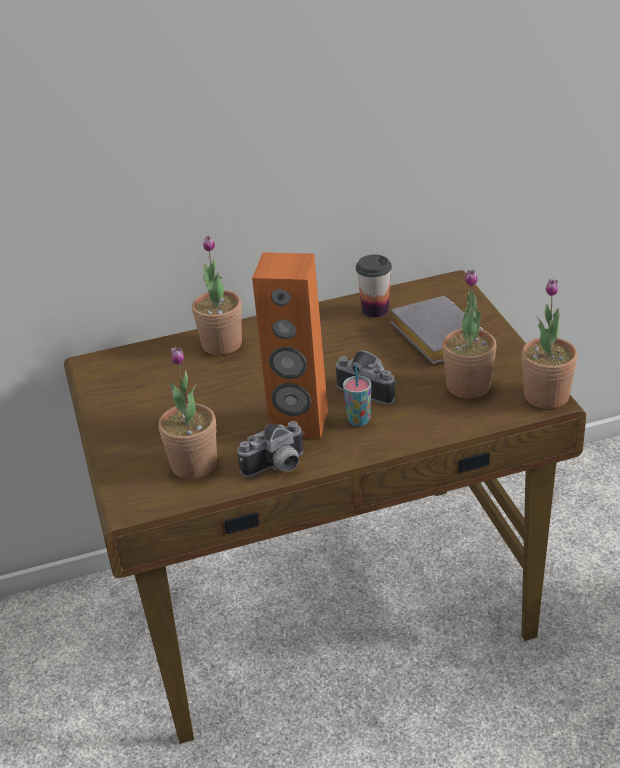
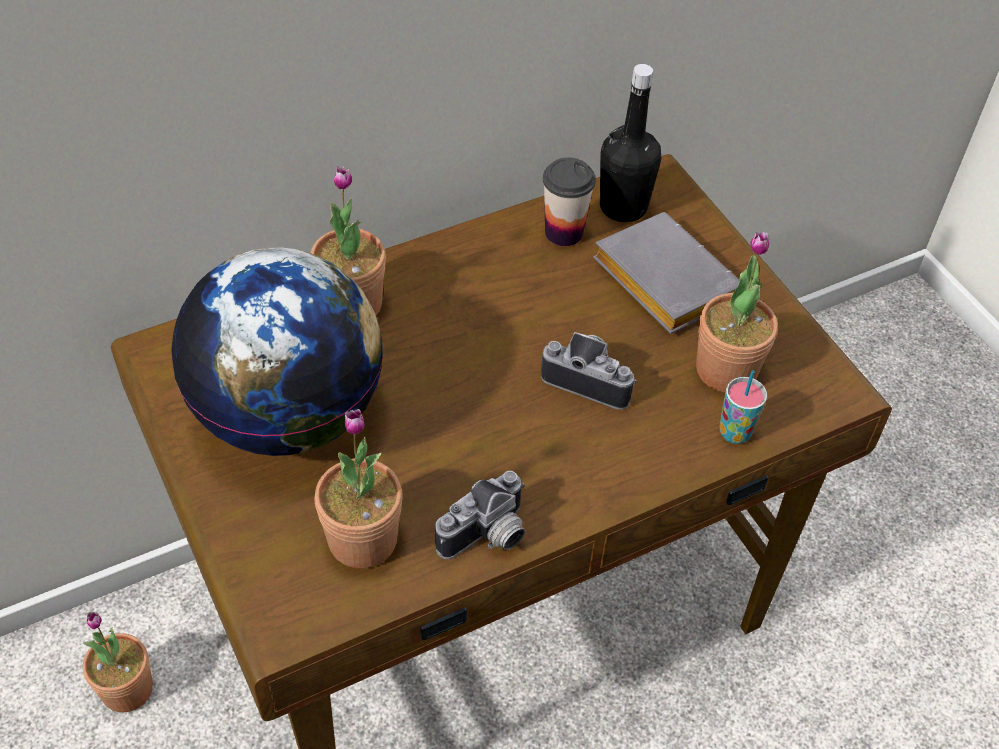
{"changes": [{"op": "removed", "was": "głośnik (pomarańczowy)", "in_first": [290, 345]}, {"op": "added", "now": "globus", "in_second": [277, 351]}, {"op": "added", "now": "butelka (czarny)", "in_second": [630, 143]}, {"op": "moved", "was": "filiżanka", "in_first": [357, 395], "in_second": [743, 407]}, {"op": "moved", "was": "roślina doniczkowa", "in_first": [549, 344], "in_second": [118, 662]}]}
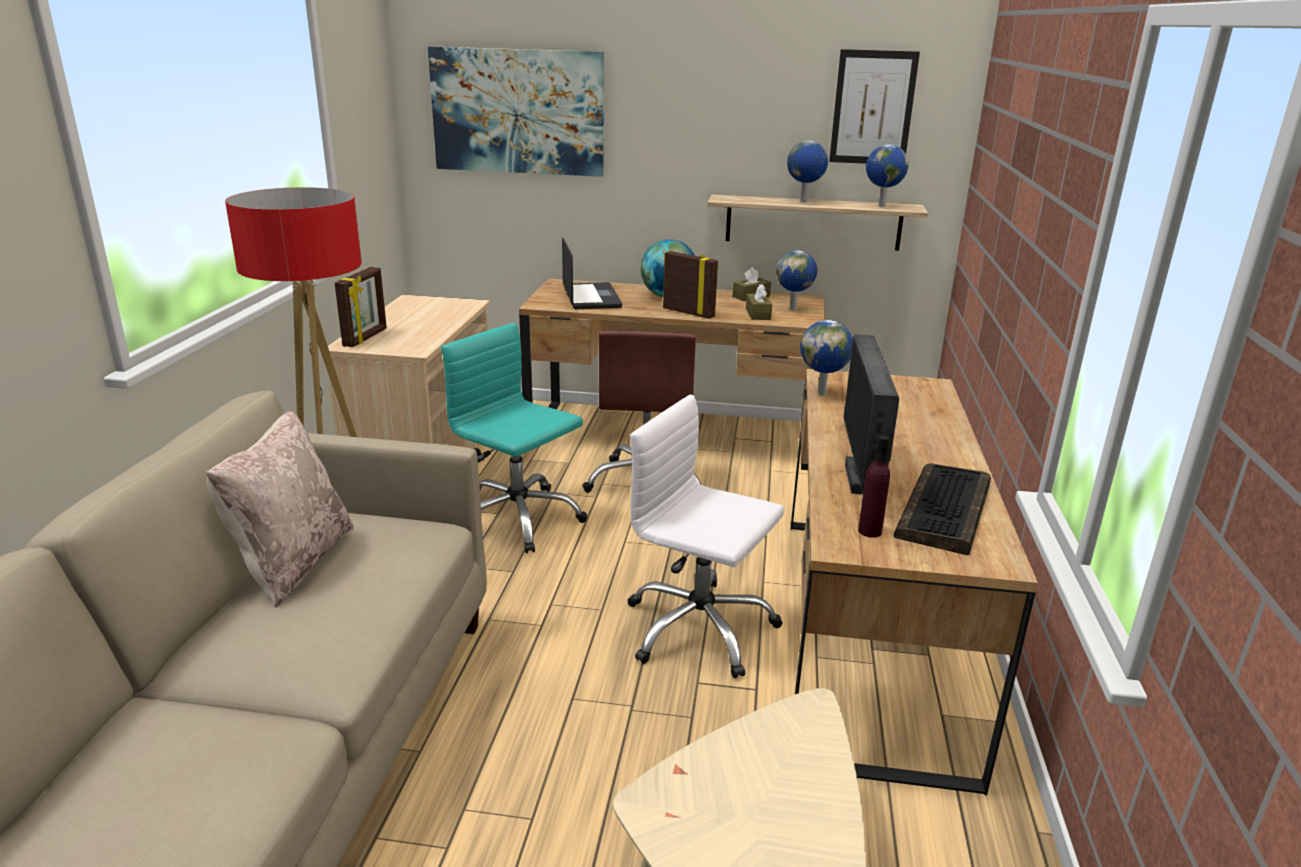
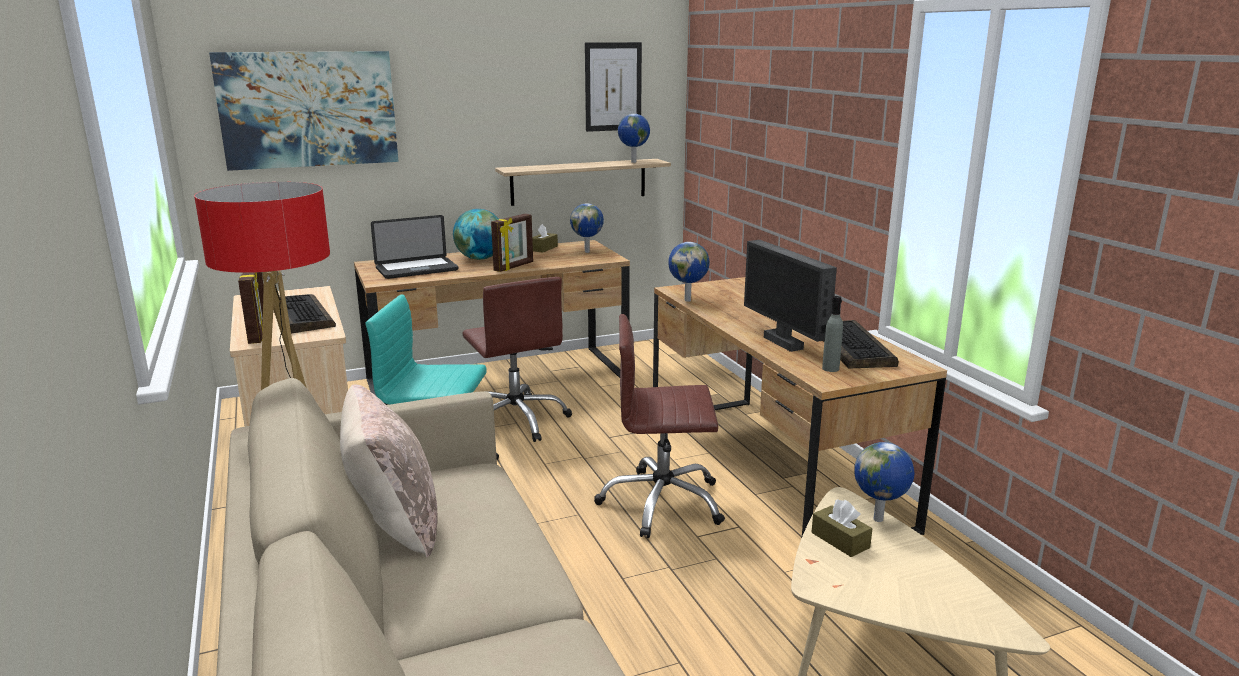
{"changes": [{"op": "added", "now": "klawiatura", "in_second": [308, 314]}, {"op": "moved", "was": "pudełko chusteczek (brązowy)", "in_first": [759, 302], "in_second": [841, 528]}, {"op": "moved", "was": "globus", "in_first": [807, 171], "in_second": [884, 482]}, {"op": "recoloured", "was": "krzesło biurowe (biały)", "now": "krzesło biurowe (brązowy)", "in_first": [705, 536], "in_second": [659, 426]}, {"op": "recoloured", "was": "butelka (fioletowy)", "now": "butelka (szary)", "in_first": [874, 486], "in_second": [832, 334]}, {"op": "turned", "was": "laptop", "in_first": [592, 273], "in_second": [414, 247], "clockwise": 105}, {"op": "turned", "was": "ramka na zdjęcie", "in_first": [691, 285], "in_second": [512, 243], "clockwise": 120}]}
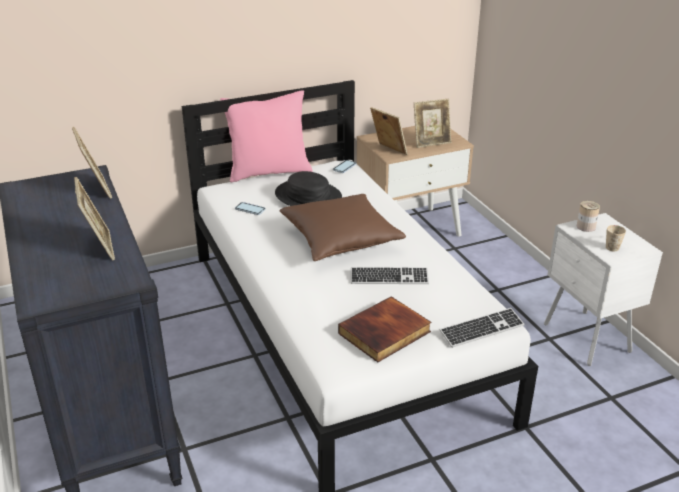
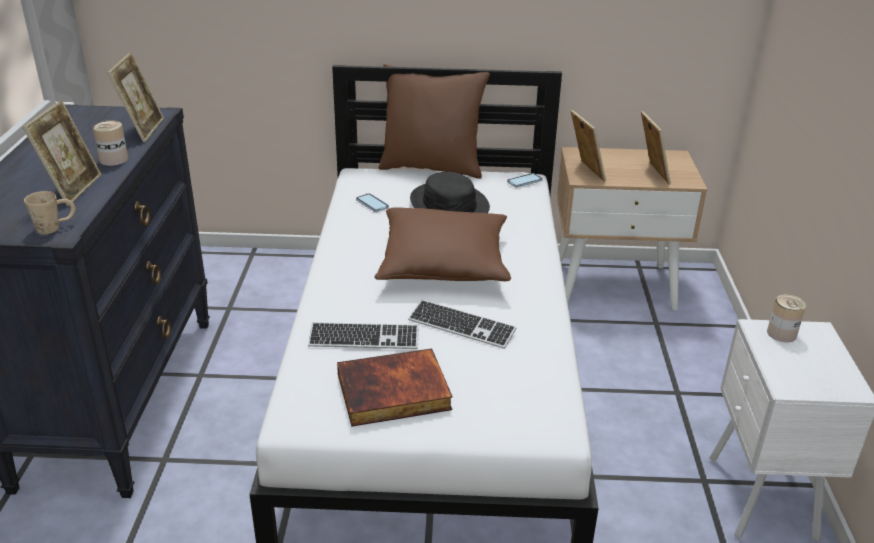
{"changes": [{"op": "added", "now": "puszka", "in_second": [110, 143]}, {"op": "moved", "was": "klawiatura", "in_first": [482, 328], "in_second": [363, 335]}, {"op": "moved", "was": "kubek (beżowy)", "in_first": [616, 238], "in_second": [50, 212]}, {"op": "recoloured", "was": "poduszka (różowy)", "now": "poduszka (brązowy)", "in_first": [266, 136], "in_second": [434, 121]}, {"op": "turned", "was": "ramka na zdjęcie", "in_first": [432, 123], "in_second": [656, 148], "clockwise": -105}]}
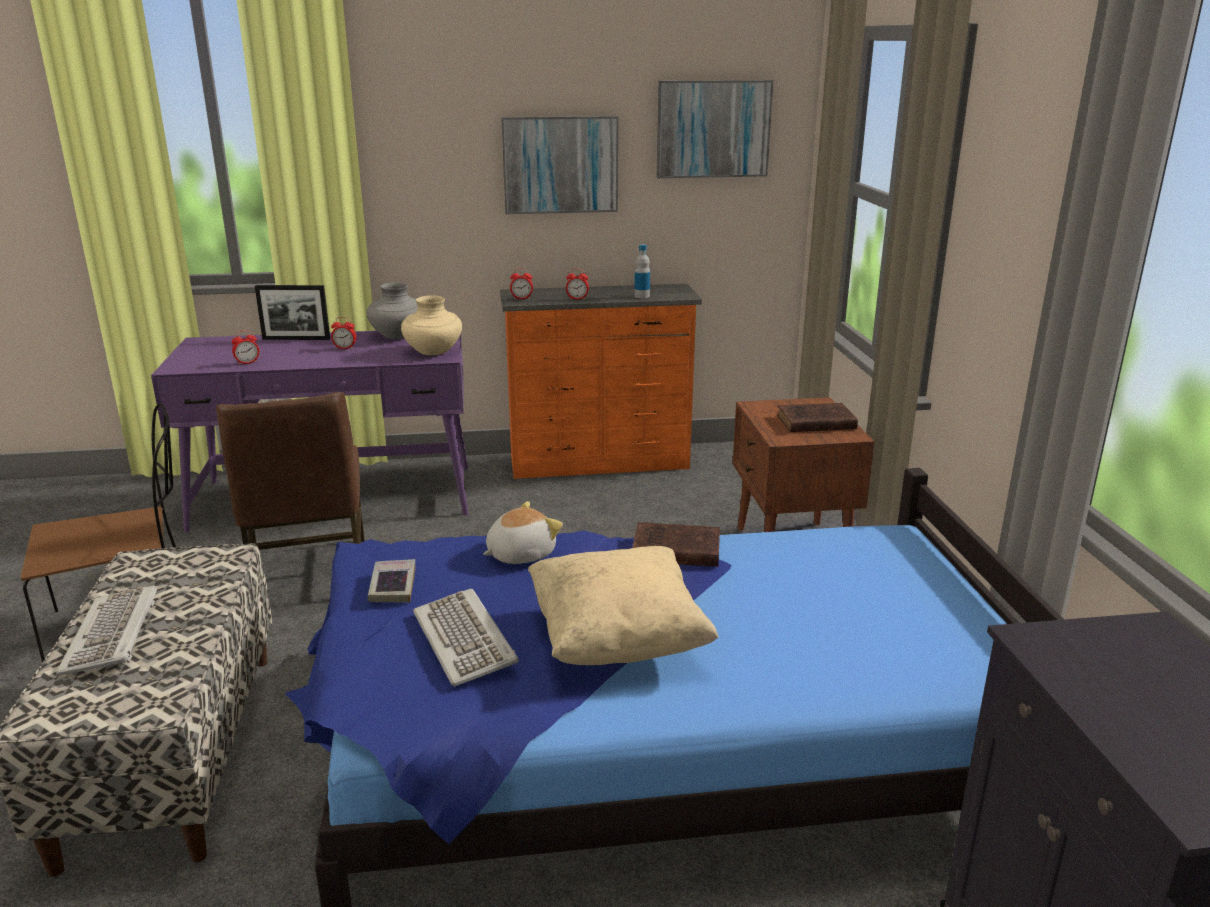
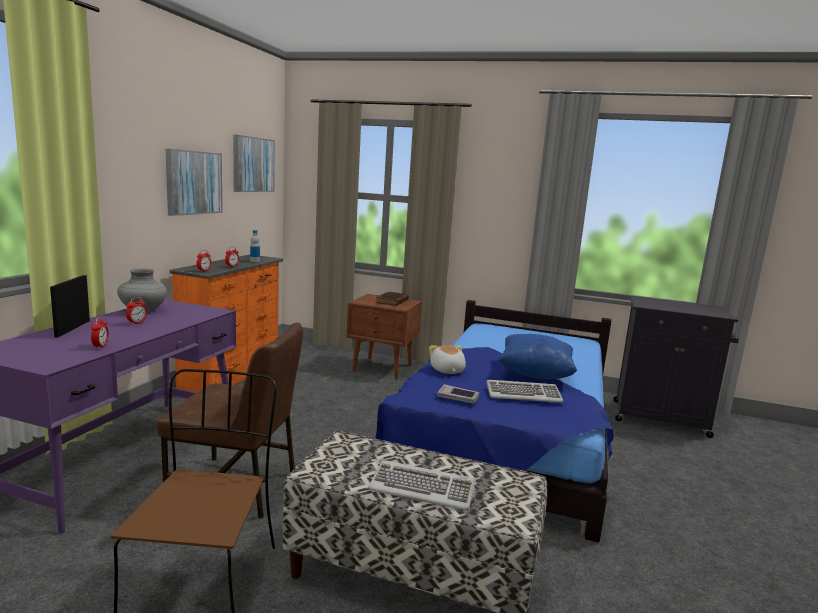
{"changes": [{"op": "removed", "was": "wazon (beżowy)", "in_first": [431, 325]}, {"op": "removed", "was": "książka (brązowy)", "in_first": [676, 544]}, {"op": "recoloured", "was": "poduszka (beżowy)", "now": "poduszka (niebieski)", "in_first": [623, 605], "in_second": [537, 356]}, {"op": "turned", "was": "ramka na zdjęcie", "in_first": [292, 312], "in_second": [70, 306], "clockwise": 150}]}
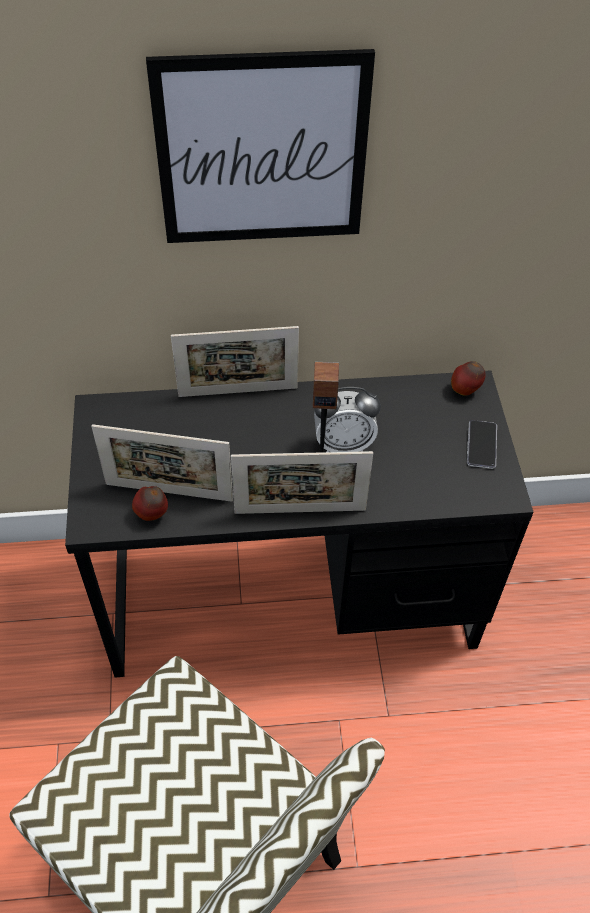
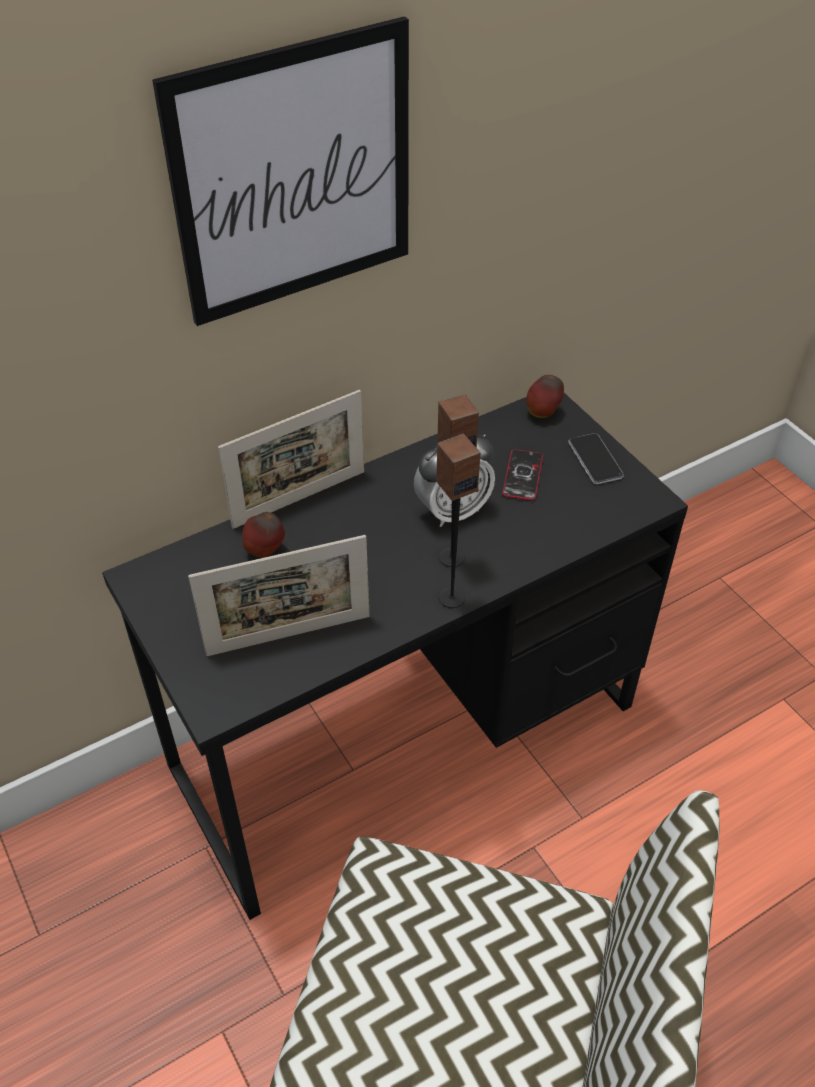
{"changes": [{"op": "added", "now": "telefon", "in_second": [522, 475]}, {"op": "moved", "was": "jabłko", "in_first": [150, 503], "in_second": [263, 534]}, {"op": "replaced", "was": "ramka na zdjęcie", "now": "głośnik", "in_first": [302, 482], "in_second": [458, 520]}]}
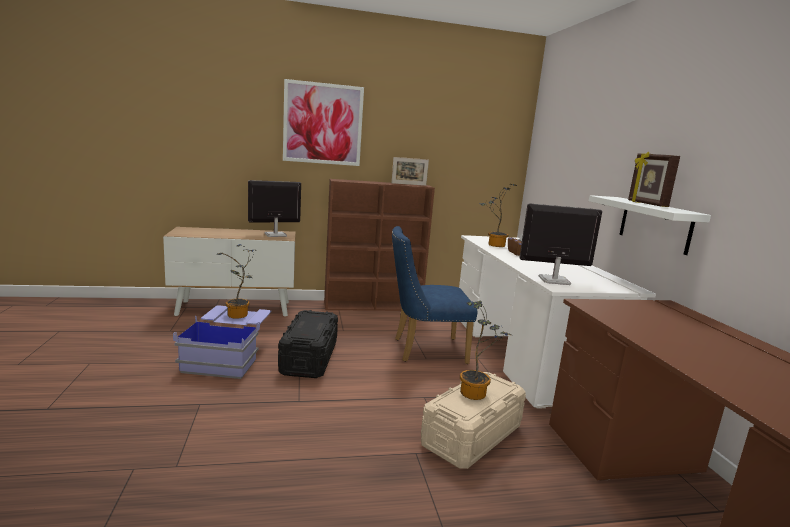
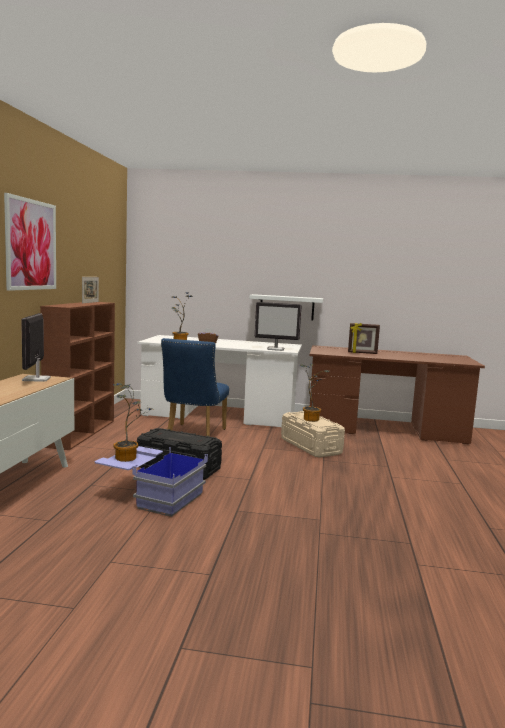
{"changes": [{"op": "moved", "was": "ramka na zdjęcie", "in_first": [654, 179], "in_second": [364, 338]}, {"op": "turned", "was": "monitor", "in_first": [560, 244], "in_second": [278, 326], "clockwise": -105}]}
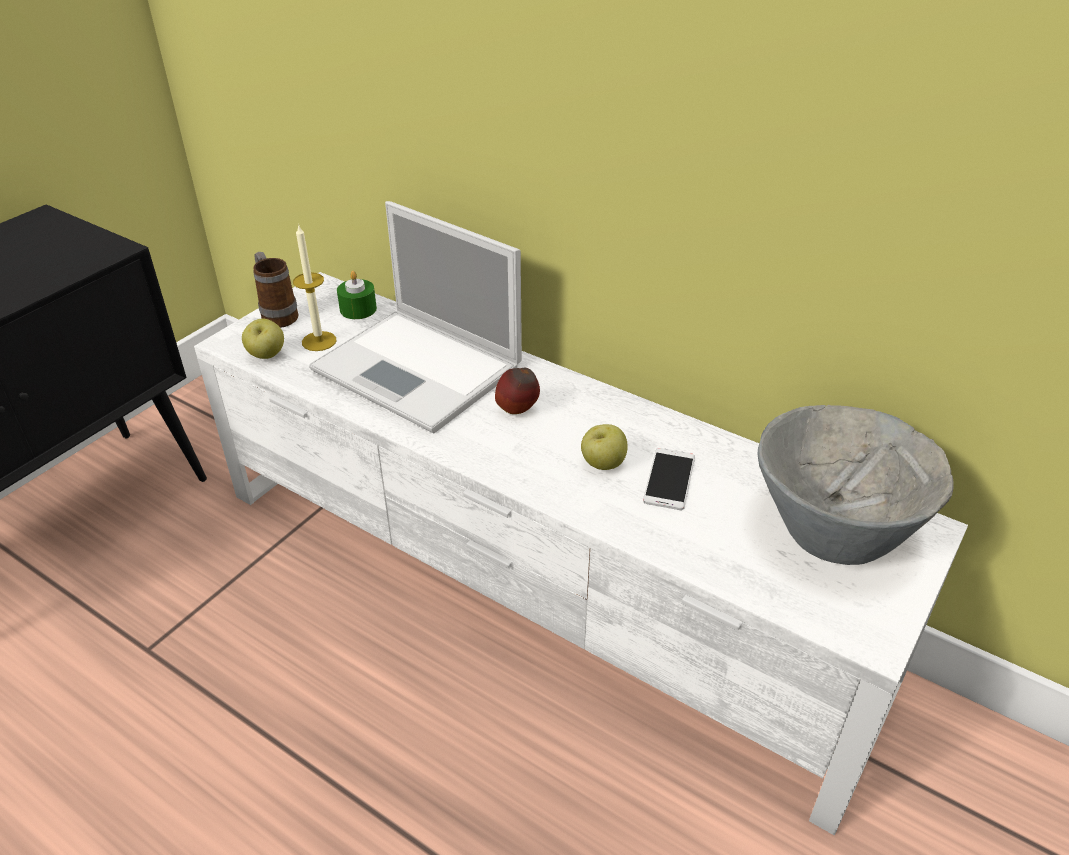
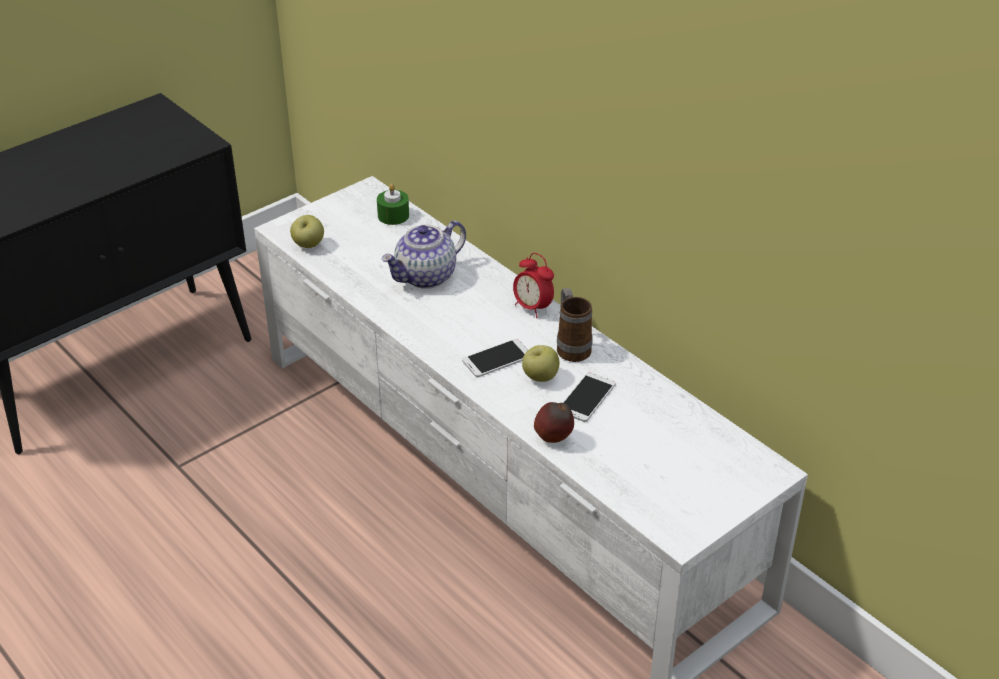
{"changes": [{"op": "removed", "was": "świeca", "in_first": [314, 287]}, {"op": "removed", "was": "miska (szary)", "in_first": [856, 485]}, {"op": "added", "now": "telefon", "in_second": [495, 358]}, {"op": "added", "now": "budzik", "in_second": [533, 285]}, {"op": "moved", "was": "kubek", "in_first": [275, 290], "in_second": [575, 325]}, {"op": "moved", "was": "jabłko", "in_first": [517, 391], "in_second": [554, 422]}, {"op": "replaced", "was": "laptop", "now": "imbryk", "in_first": [415, 317], "in_second": [423, 254]}]}
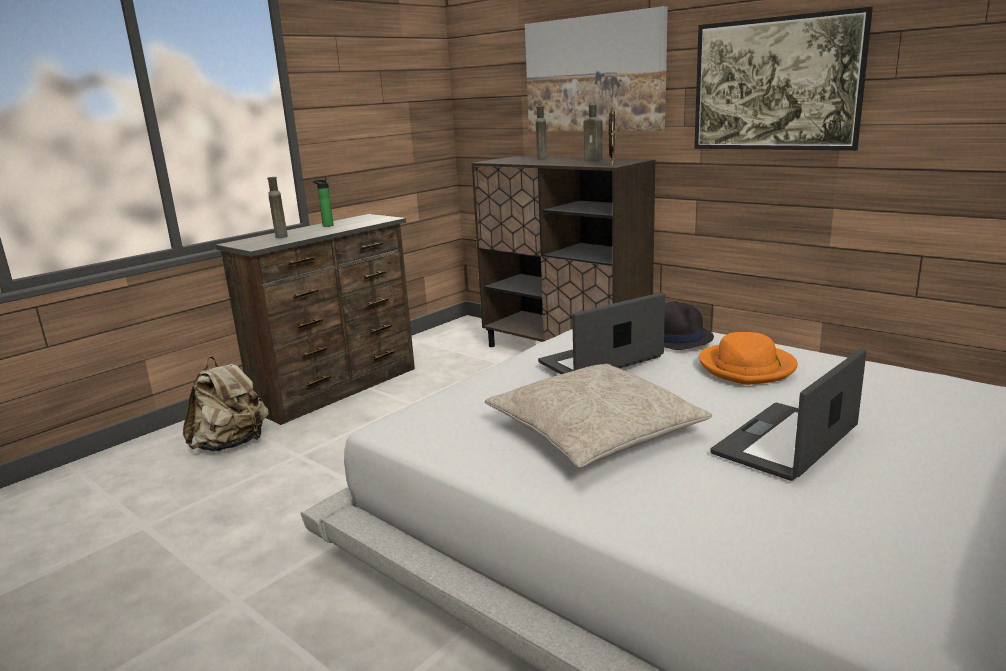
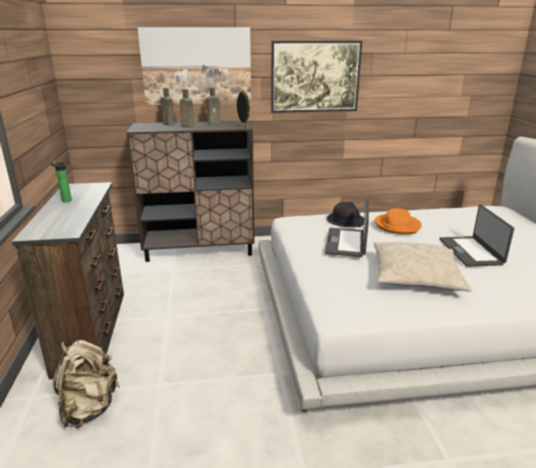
{"changes": [{"op": "moved", "was": "butelka (brązowy)", "in_first": [277, 207], "in_second": [187, 108]}]}
